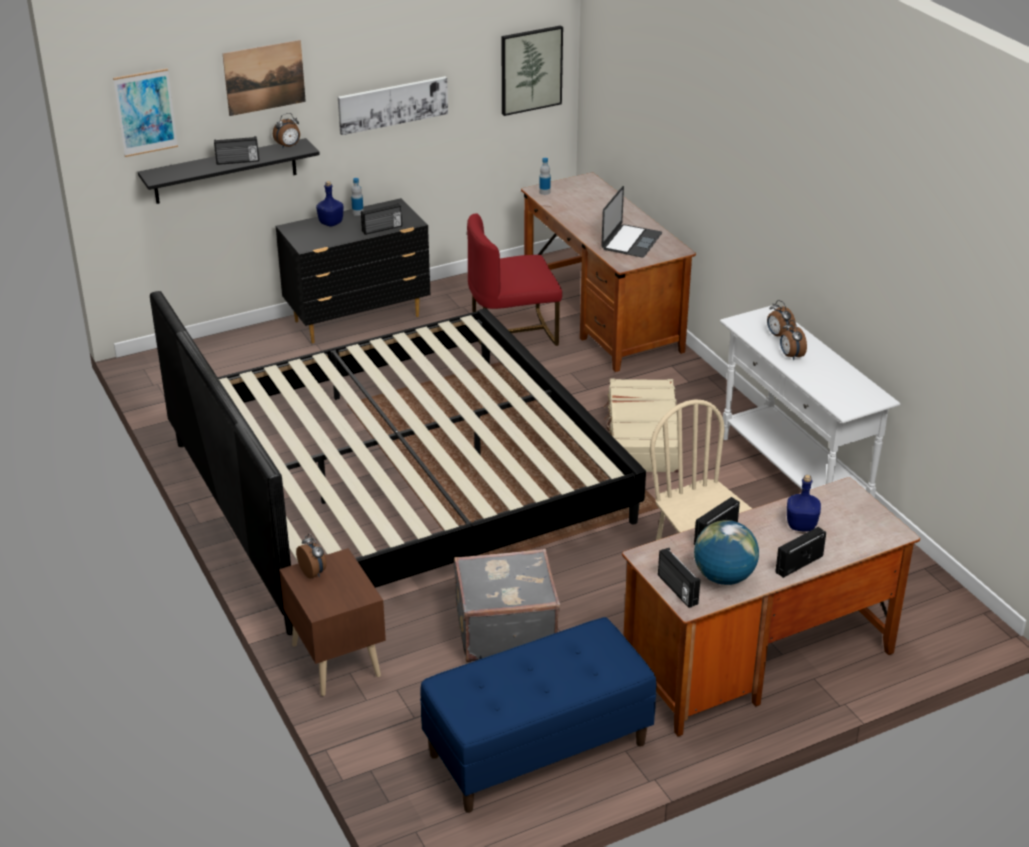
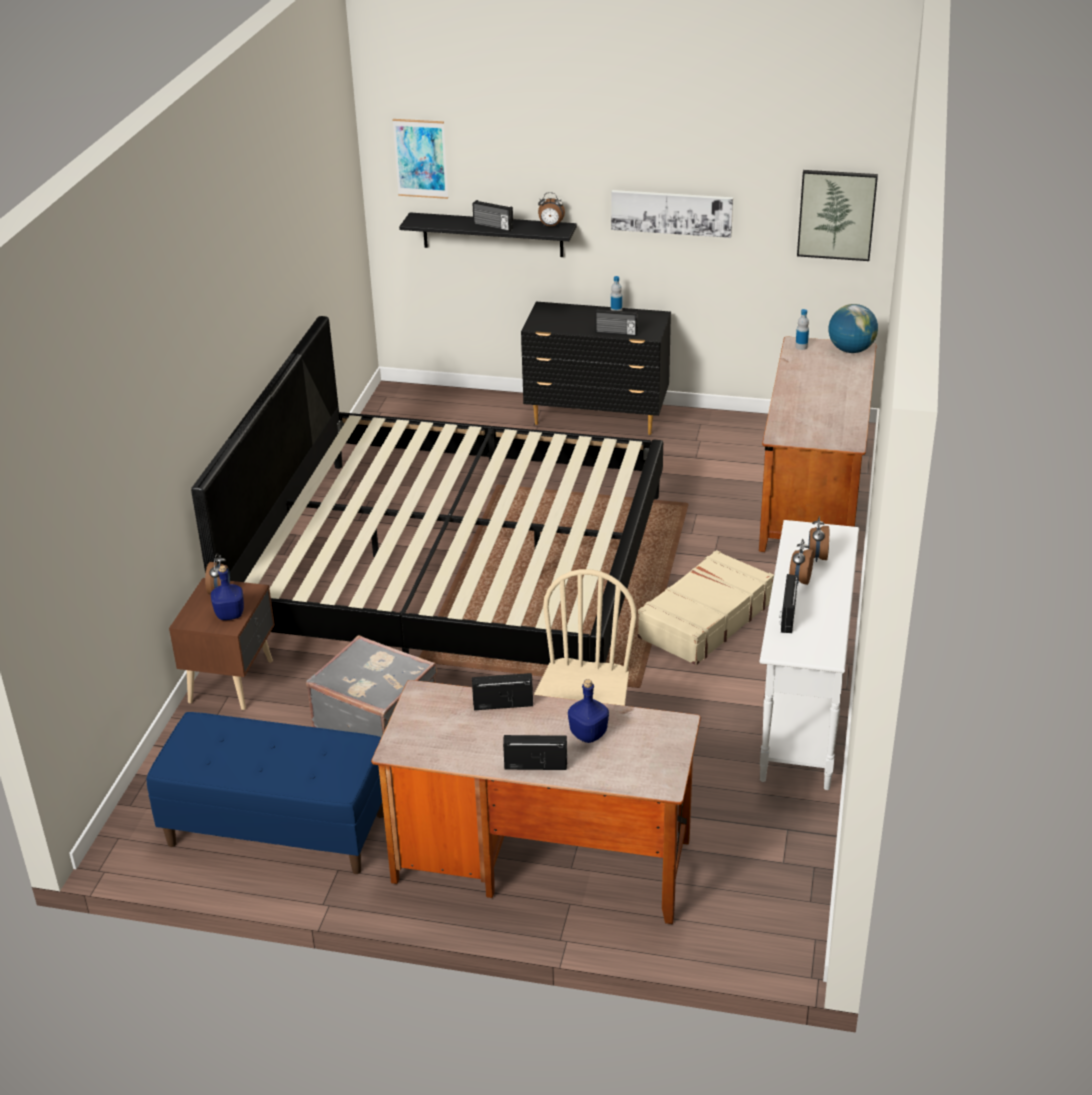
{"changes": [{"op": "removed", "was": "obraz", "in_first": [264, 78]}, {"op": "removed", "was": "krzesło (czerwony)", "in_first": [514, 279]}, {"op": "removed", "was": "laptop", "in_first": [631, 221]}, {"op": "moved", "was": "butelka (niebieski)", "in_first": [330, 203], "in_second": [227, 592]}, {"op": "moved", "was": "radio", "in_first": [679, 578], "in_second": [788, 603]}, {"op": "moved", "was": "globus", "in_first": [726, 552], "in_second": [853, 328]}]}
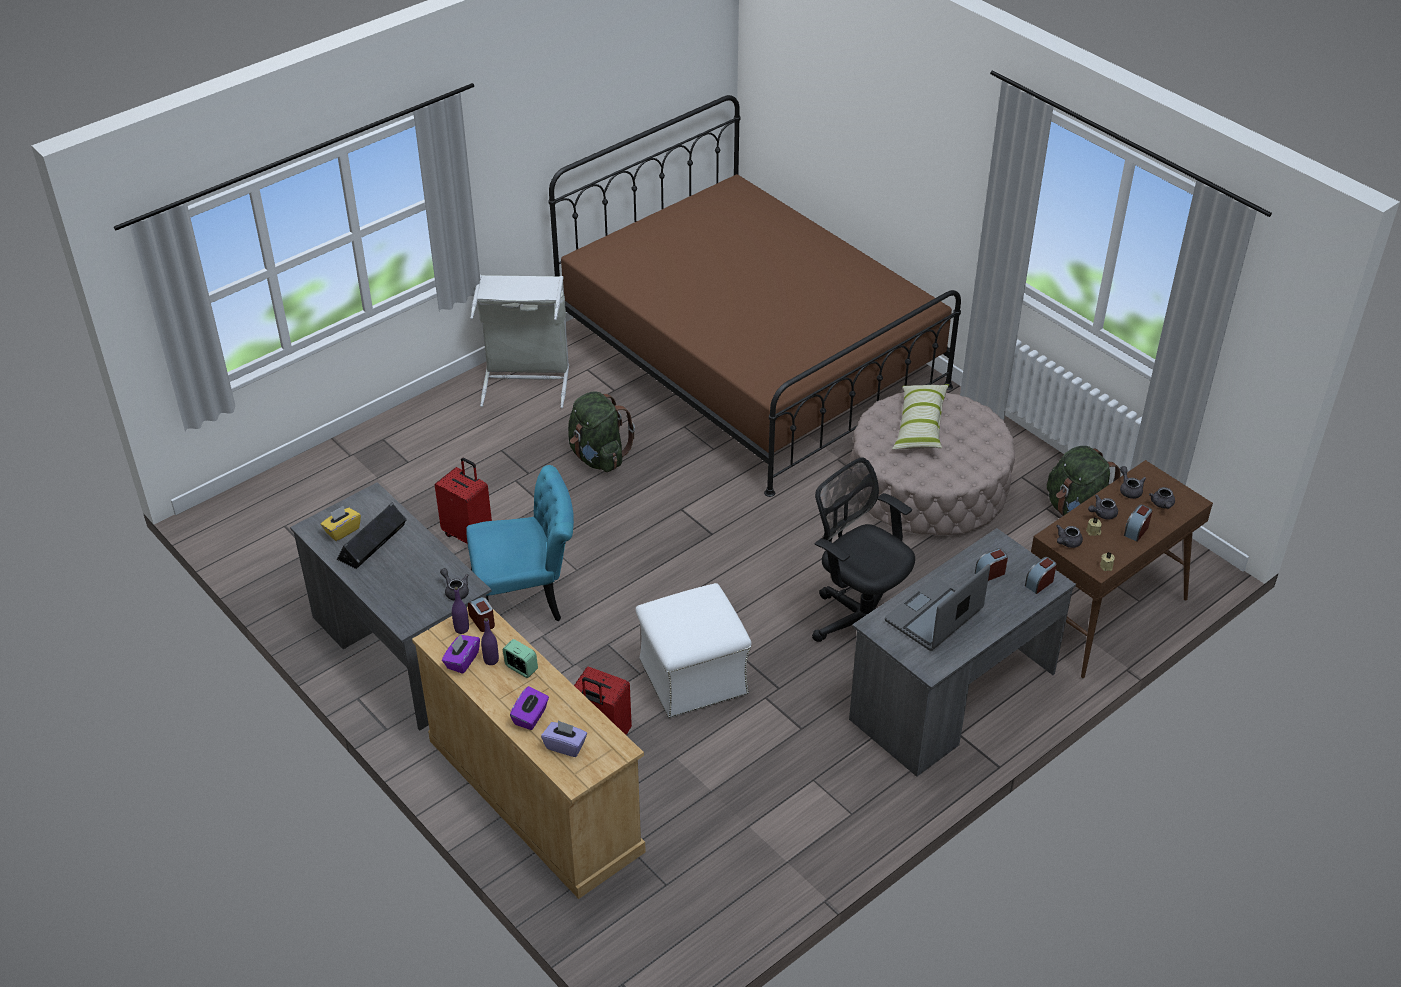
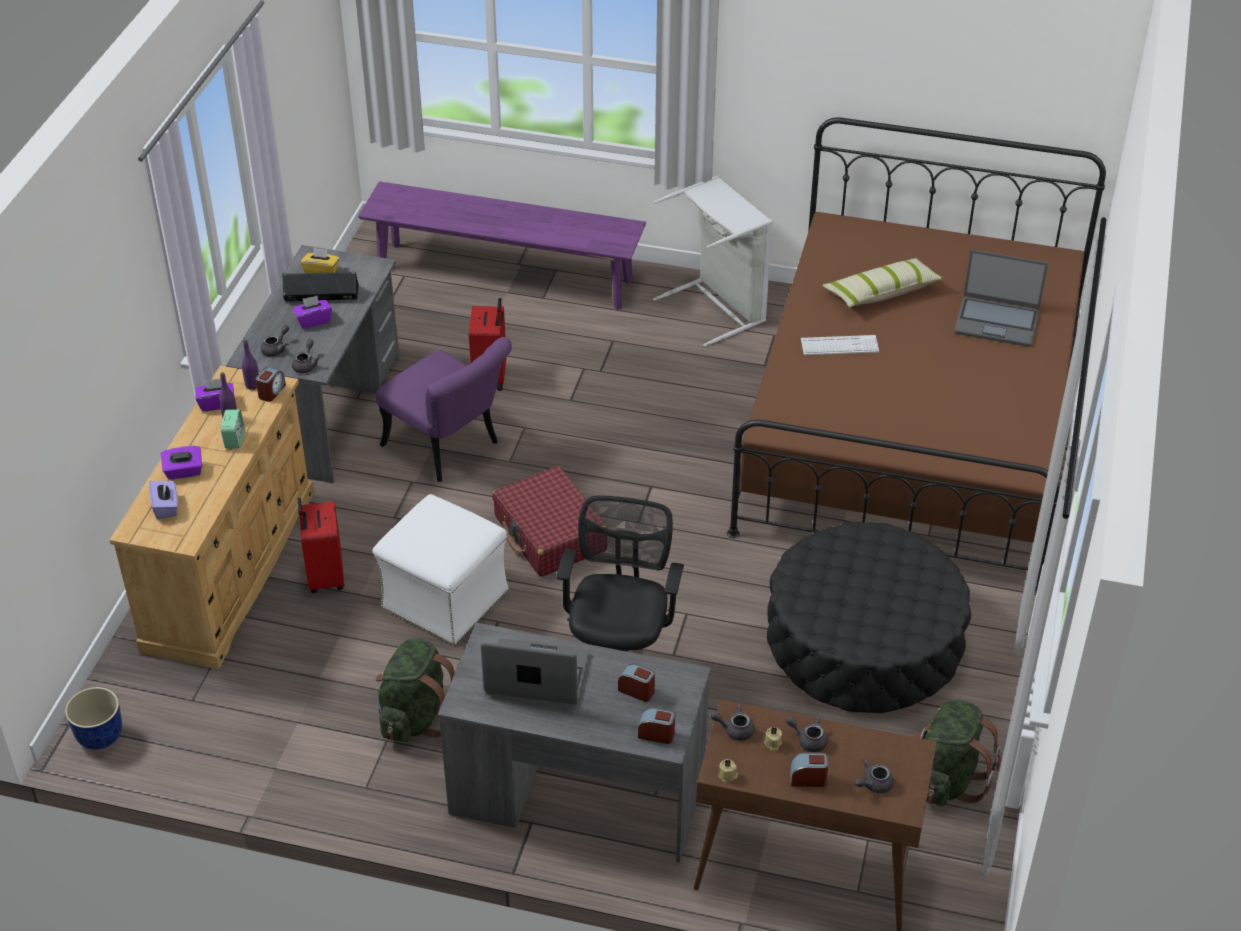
{"changes": [{"op": "added", "now": "donica", "in_second": [93, 718]}, {"op": "added", "now": "pudełko chusteczek (fioletowy)", "in_second": [312, 312]}, {"op": "added", "now": "ławka (fioletowy)", "in_second": [502, 245]}, {"op": "added", "now": "walizka (czerwony)", "in_second": [549, 521]}, {"op": "added", "now": "klawiatura", "in_second": [840, 345]}, {"op": "added", "now": "laptop", "in_second": [1001, 298]}, {"op": "moved", "was": "plecak (zielony)", "in_first": [601, 431], "in_second": [415, 690]}, {"op": "moved", "was": "poduszka", "in_first": [920, 417], "in_second": [883, 282]}, {"op": "moved", "was": "imbryk (szary)", "in_first": [1133, 482], "in_second": [275, 341]}, {"op": "recoloured", "was": "krzesło (turkusowy)", "now": "krzesło (fioletowy)", "in_first": [520, 543], "in_second": [444, 409]}, {"op": "recoloured", "was": "pufa (beżowy)", "now": "pufa (czarny)", "in_first": [933, 463], "in_second": [869, 617]}]}
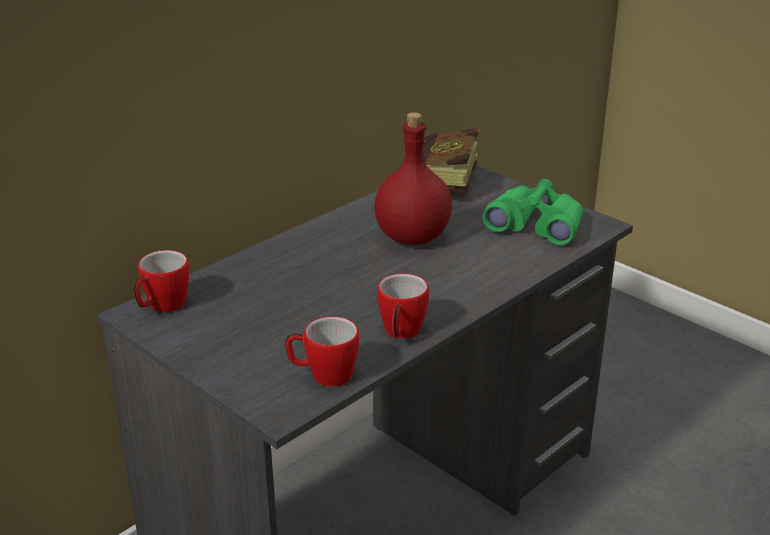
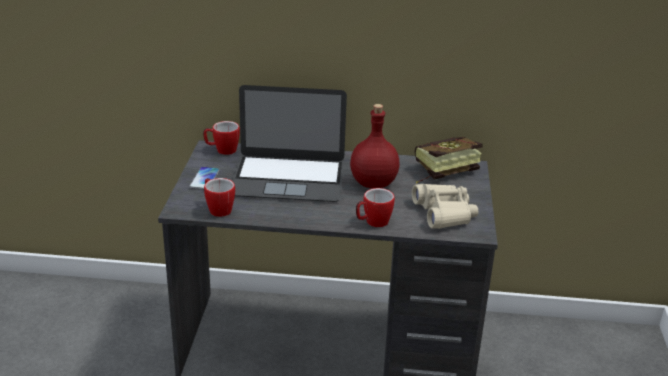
{"changes": [{"op": "added", "now": "telefon", "in_second": [204, 178]}, {"op": "added", "now": "laptop", "in_second": [290, 143]}, {"op": "moved", "was": "kubek", "in_first": [403, 306], "in_second": [375, 207]}, {"op": "recoloured", "was": "lornetka (zielony)", "now": "lornetka (beżowy)", "in_first": [533, 212], "in_second": [445, 206]}]}
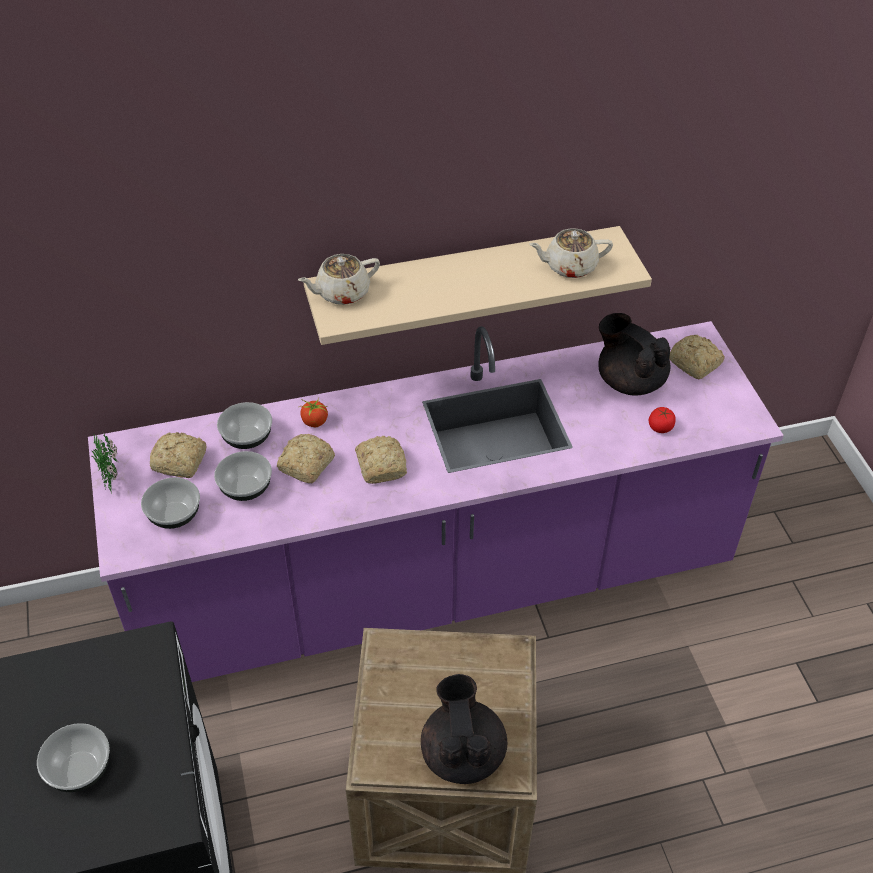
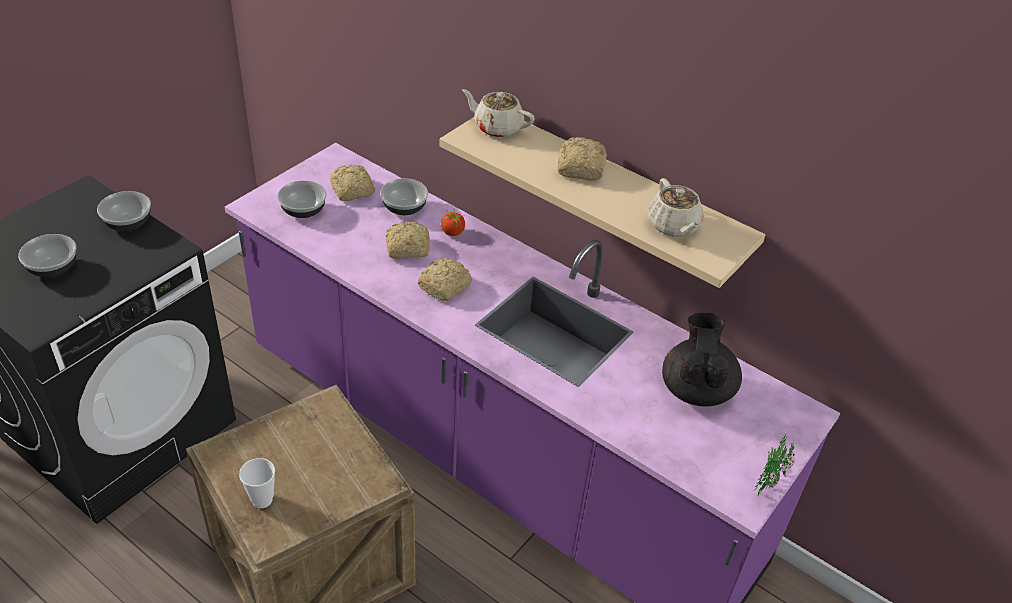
{"changes": [{"op": "removed", "was": "pomidor", "in_first": [662, 420]}, {"op": "moved", "was": "roślina doniczkowa", "in_first": [105, 463], "in_second": [774, 465]}, {"op": "moved", "was": "miska", "in_first": [243, 476], "in_second": [124, 211]}, {"op": "moved", "was": "chleb", "in_first": [697, 357], "in_second": [582, 159]}, {"op": "replaced", "was": "imbryk (czarny)", "now": "filiżanka", "in_first": [464, 729], "in_second": [257, 483]}, {"op": "turned", "was": "imbryk (beżowy)", "in_first": [571, 253], "in_second": [675, 207], "clockwise": -150}]}
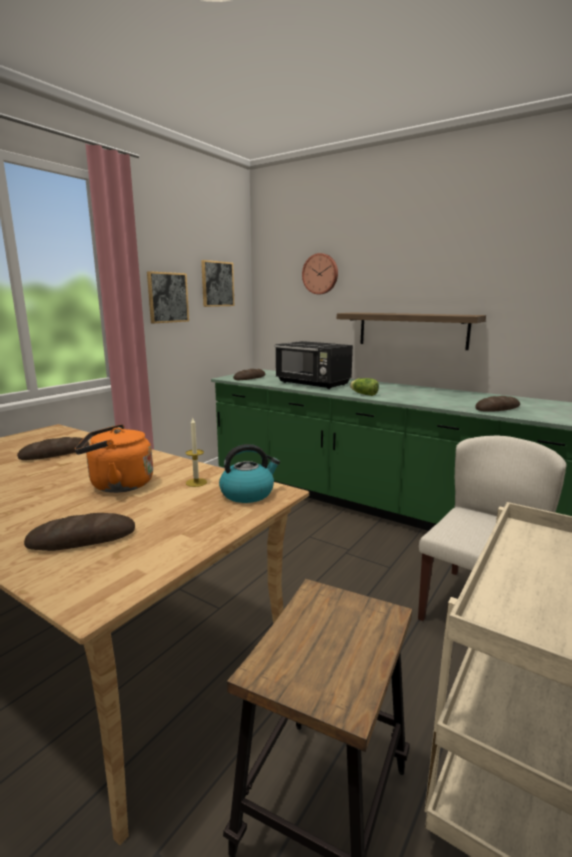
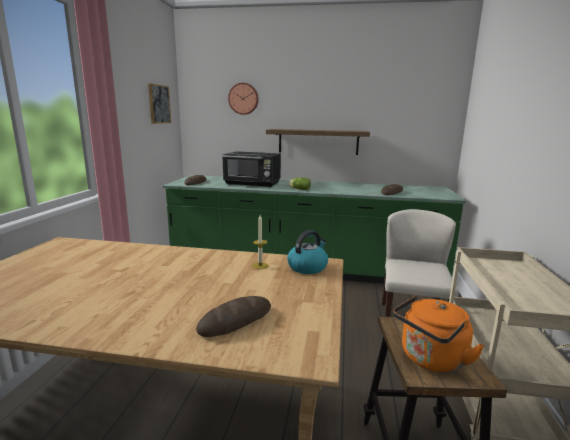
{"changes": [{"op": "removed", "was": "chleb", "in_first": [53, 448]}, {"op": "removed", "was": "obraz", "in_first": [168, 297]}, {"op": "moved", "was": "czajnik (pomarańczowy)", "in_first": [114, 458], "in_second": [438, 334]}]}
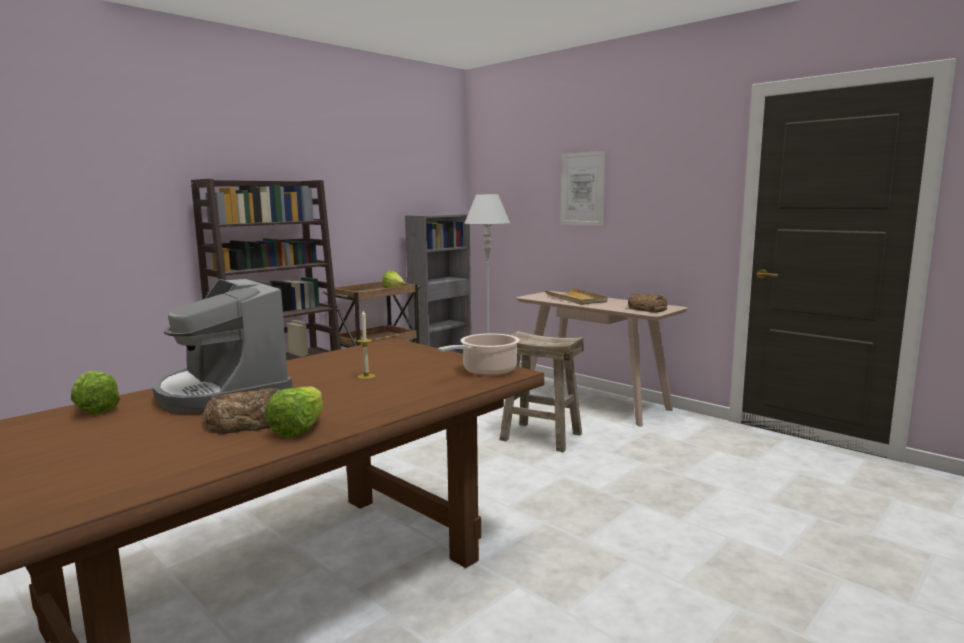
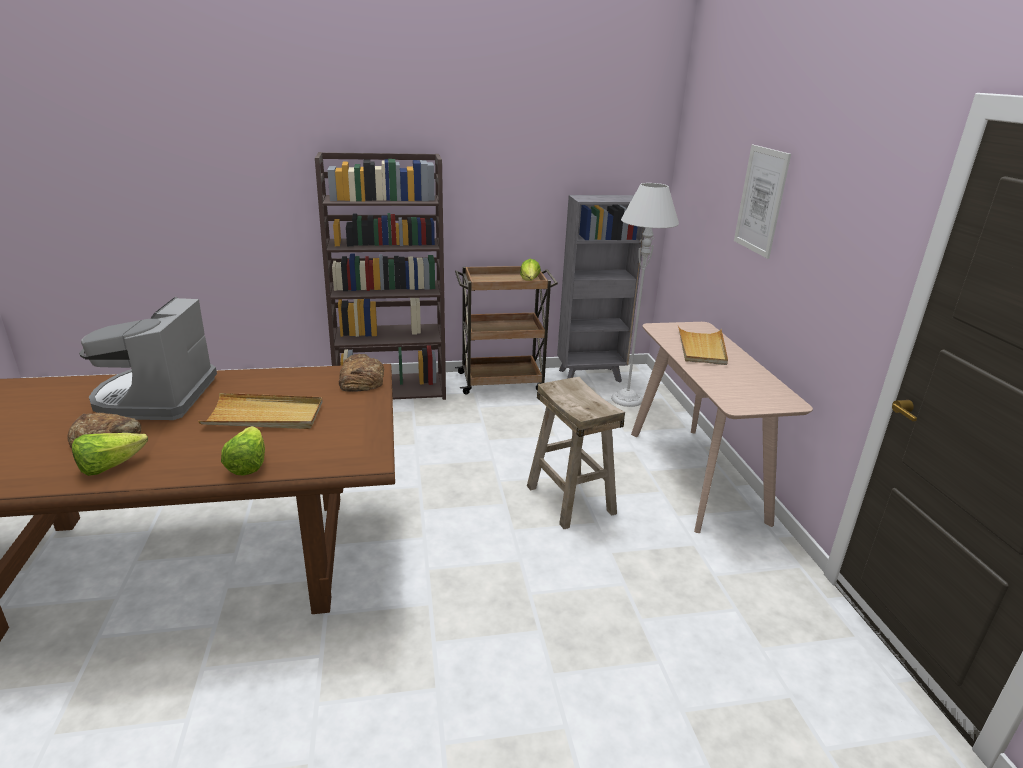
{"changes": [{"op": "removed", "was": "garnek", "in_first": [479, 354]}, {"op": "moved", "was": "sałata", "in_first": [95, 393], "in_second": [243, 450]}, {"op": "moved", "was": "chleb", "in_first": [648, 302], "in_second": [361, 373]}, {"op": "replaced", "was": "świeca", "now": "taca (beżowy)", "in_first": [366, 344], "in_second": [260, 411]}]}
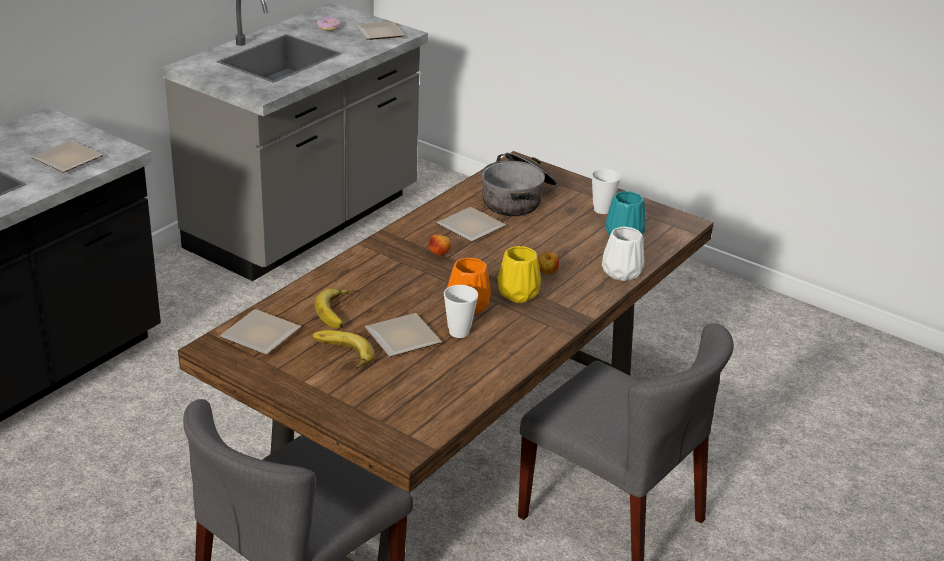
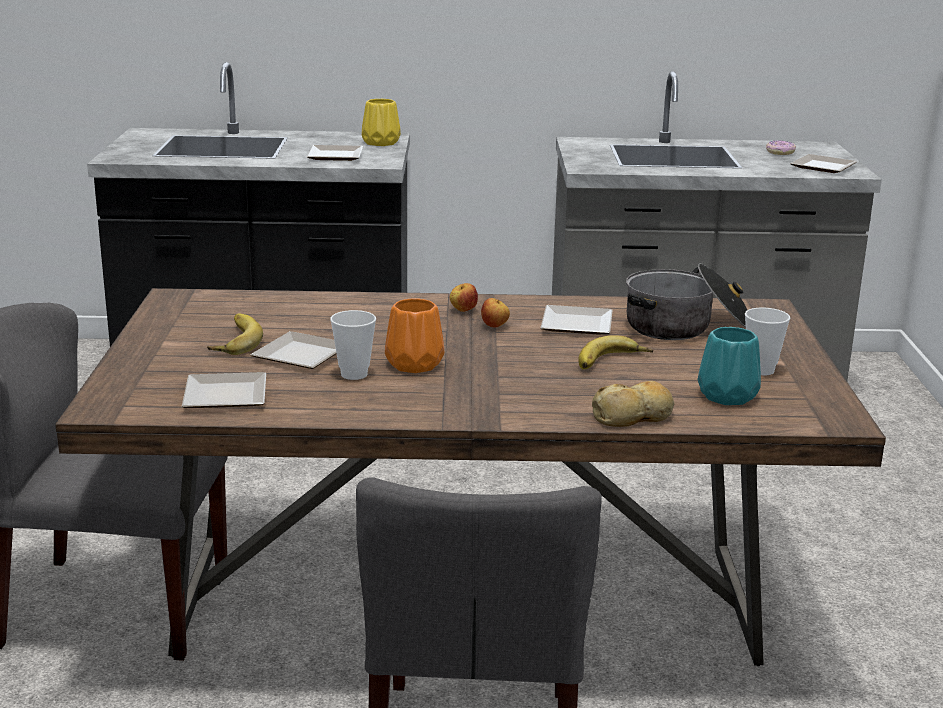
{"changes": [{"op": "moved", "was": "talerz", "in_first": [260, 332], "in_second": [224, 390]}, {"op": "moved", "was": "banan", "in_first": [333, 308], "in_second": [615, 352]}, {"op": "moved", "was": "wazon (żółty)", "in_first": [519, 274], "in_second": [381, 122]}, {"op": "moved", "was": "jabłko", "in_first": [548, 263], "in_second": [464, 297]}, {"op": "replaced", "was": "wazon (biały)", "now": "chleb", "in_first": [623, 254], "in_second": [633, 404]}]}
